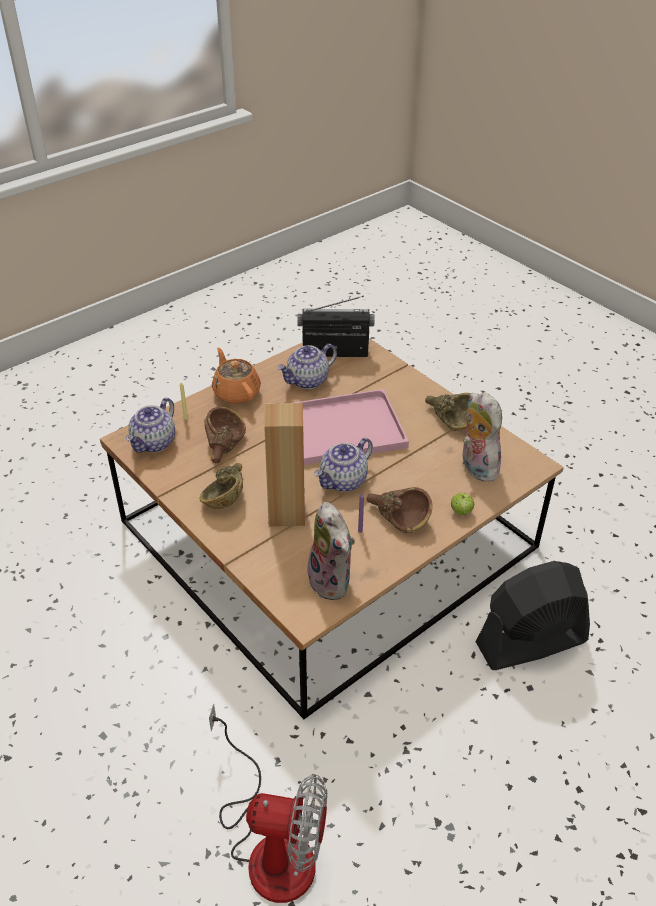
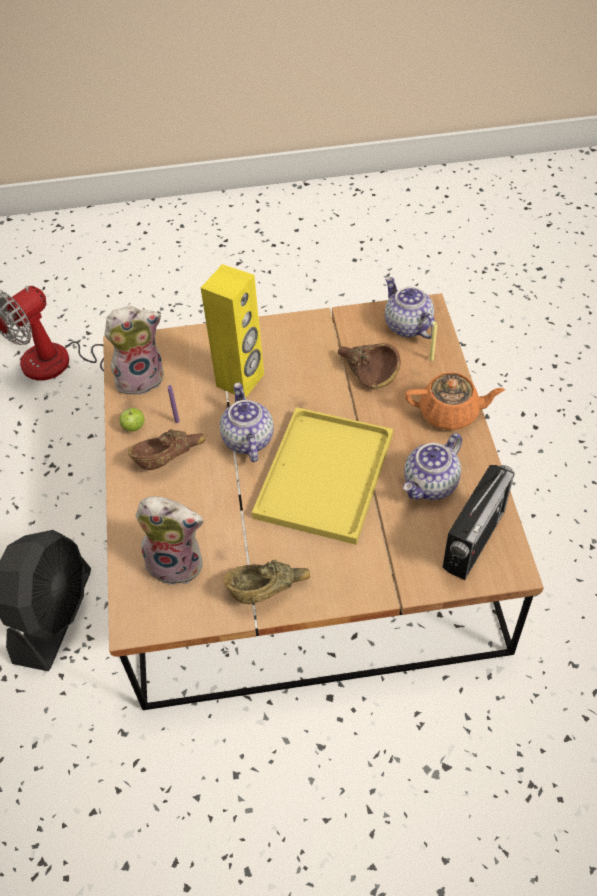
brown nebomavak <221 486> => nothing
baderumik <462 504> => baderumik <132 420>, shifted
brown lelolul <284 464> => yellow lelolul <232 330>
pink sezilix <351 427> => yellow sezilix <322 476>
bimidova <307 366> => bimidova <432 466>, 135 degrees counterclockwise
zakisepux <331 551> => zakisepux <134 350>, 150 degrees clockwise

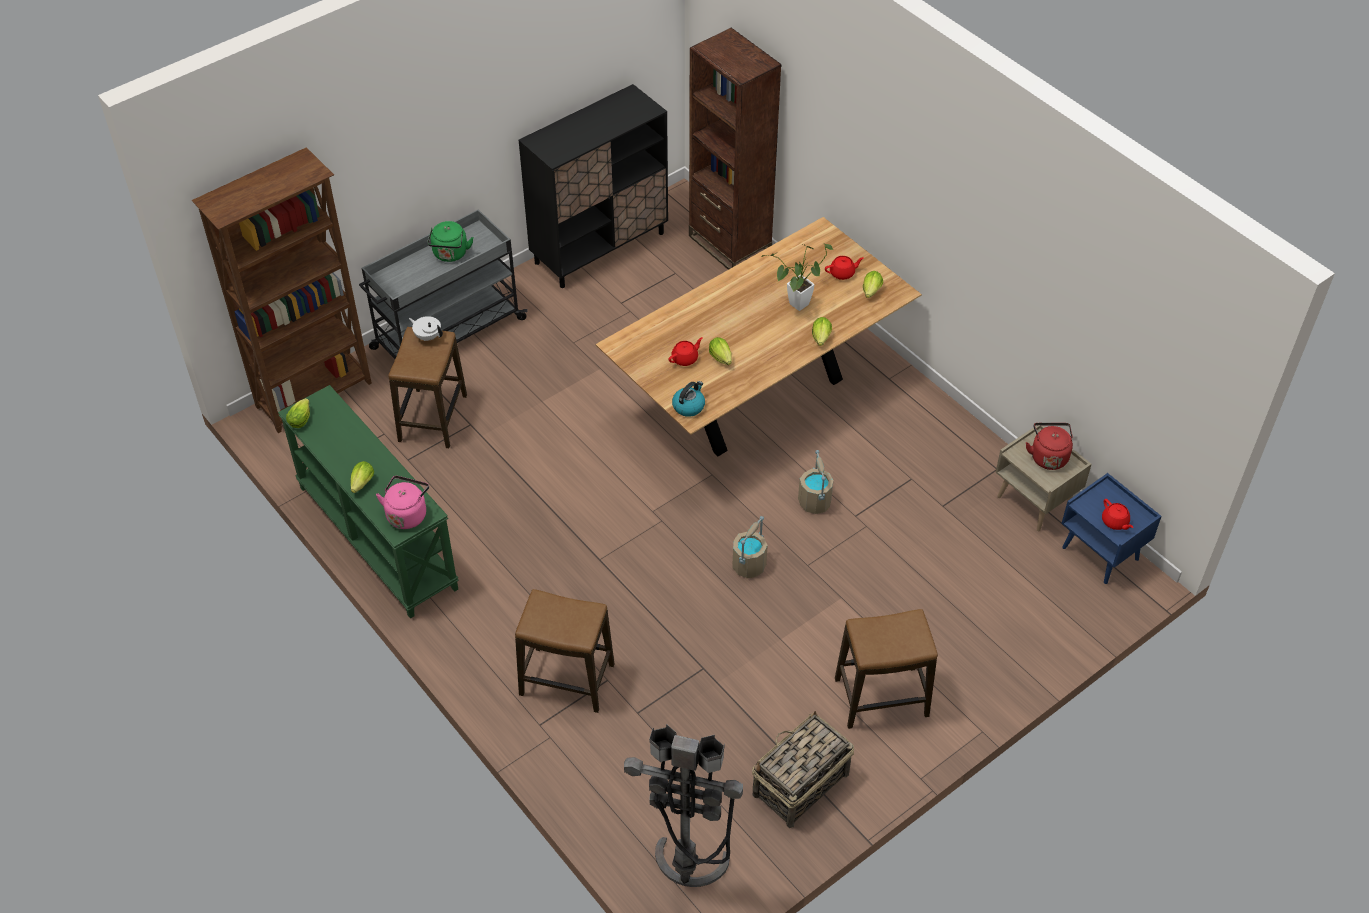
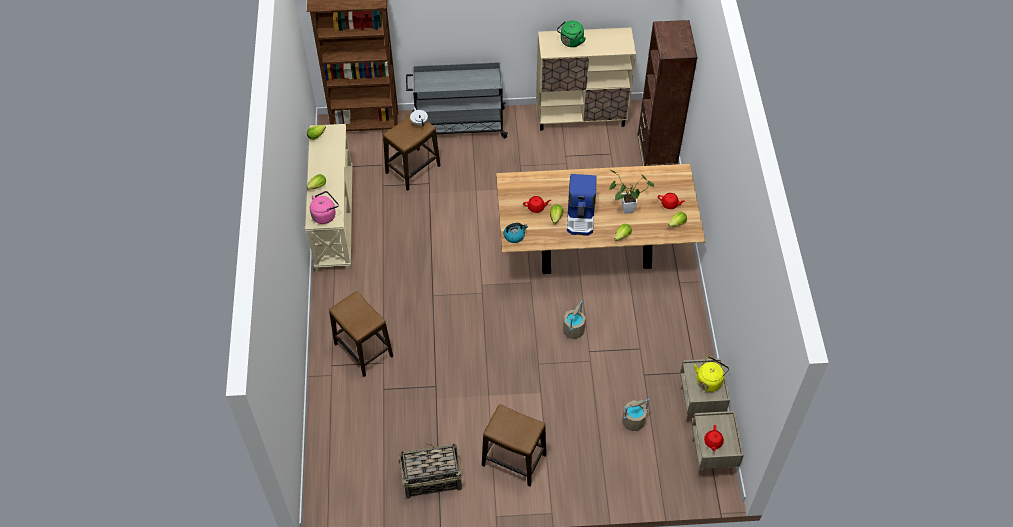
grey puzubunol <683 805> => nothing
nothing => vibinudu <582 205>
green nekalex <450 241> => green nekalex <571 33>, shifted
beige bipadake <750 547> => beige bipadake <636 414>, shifted
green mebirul <368 502> => beige mebirul <329 198>
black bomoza <593 186> => beige bomoza <586 79>
red nekalex <1049 446> => yellow nekalex <711 374>
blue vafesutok <1111 528> => beige vafesutok <718 444>

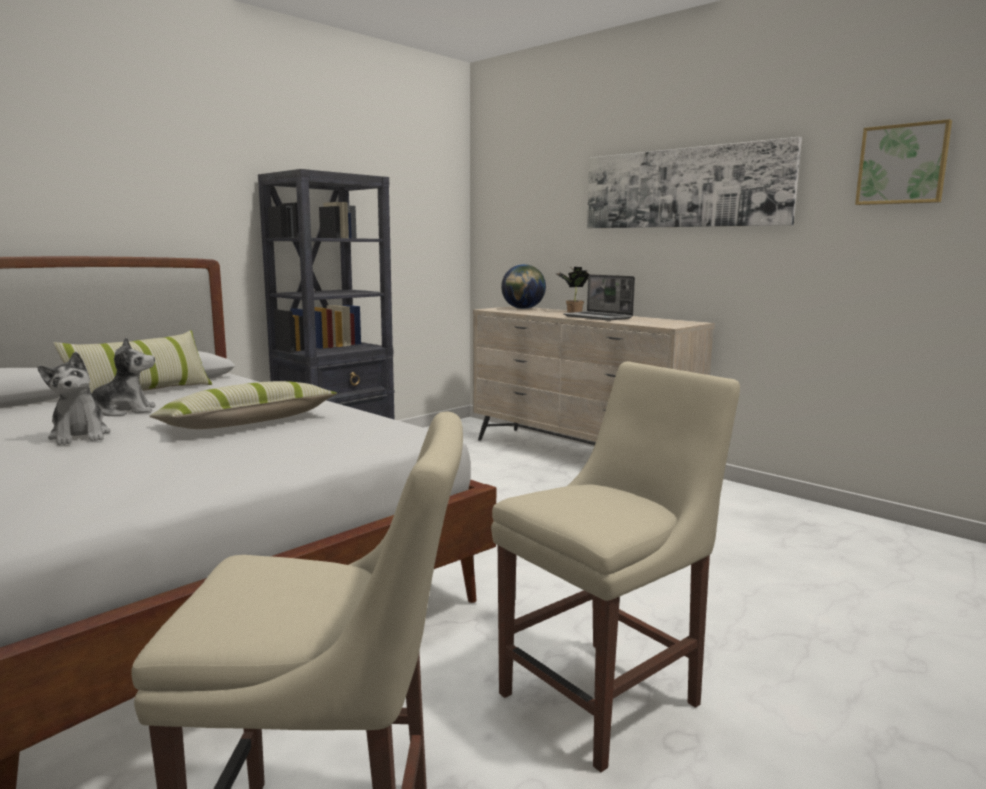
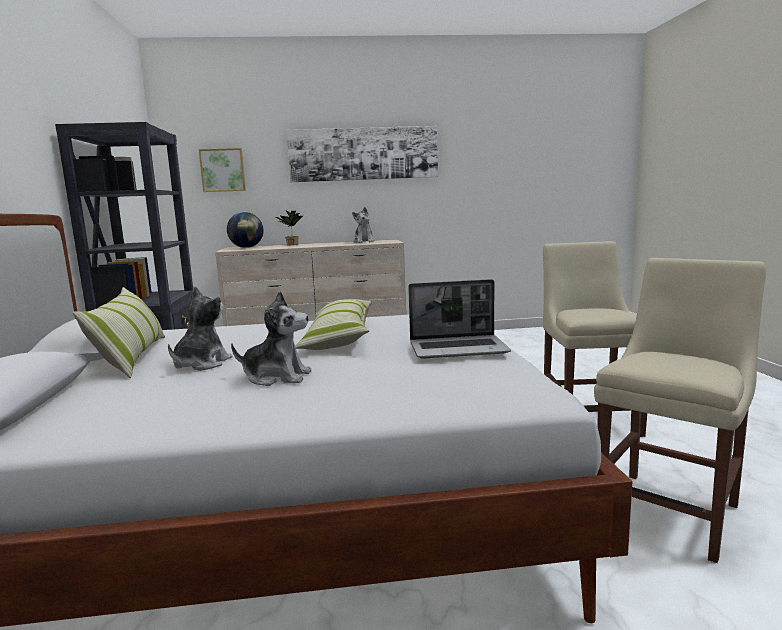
nothing => zakisepux <363 225>
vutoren <599 297> => vutoren <459 319>, shifted
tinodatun <903 162> => tinodatun <222 170>, shifted

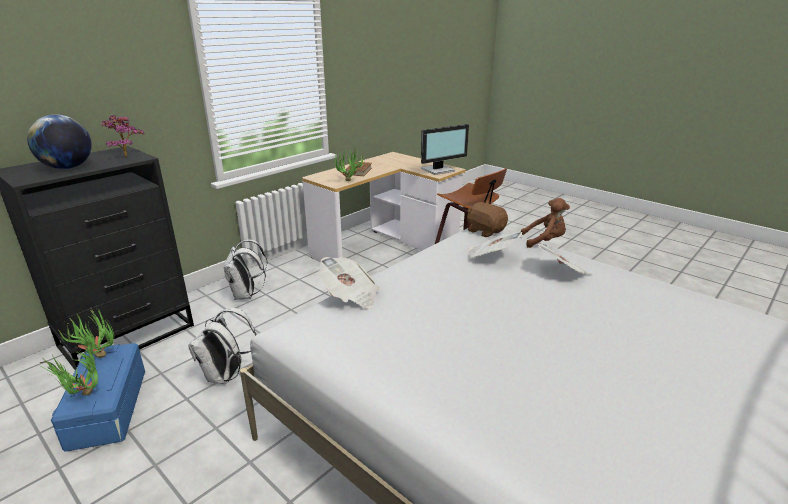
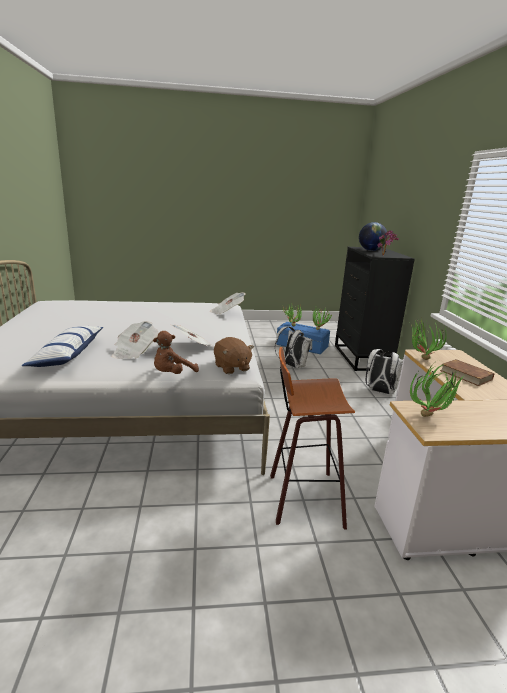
nothing => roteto <62 346>
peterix <445 149> => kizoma <437 388>
brown zakisepux <487 219> => brown zakisepux <234 355>, 60 degrees clockwise

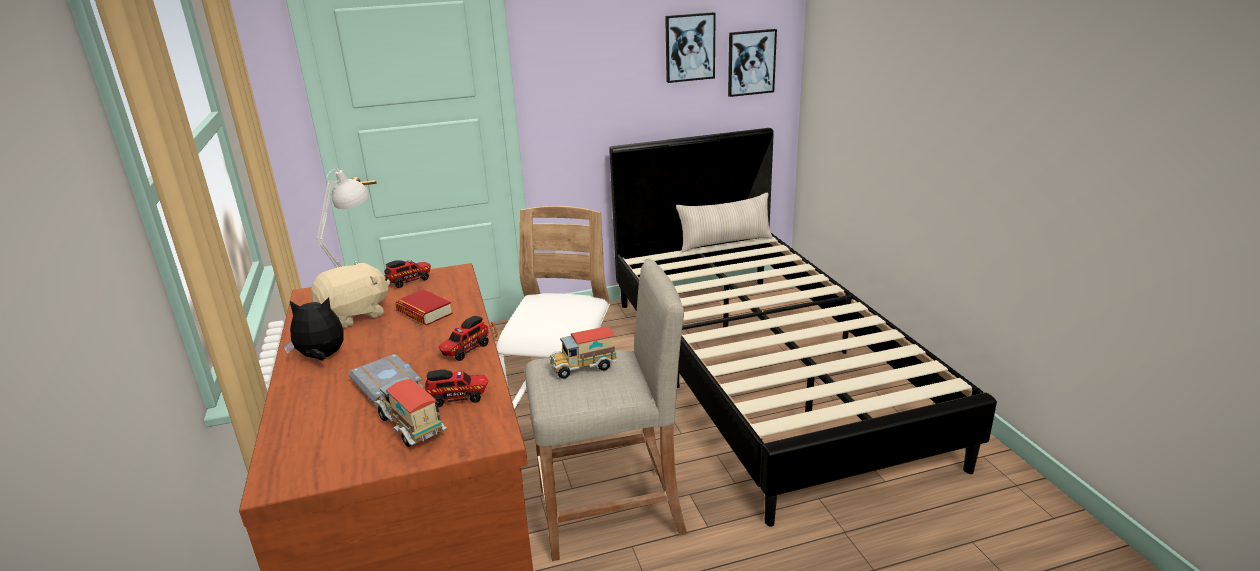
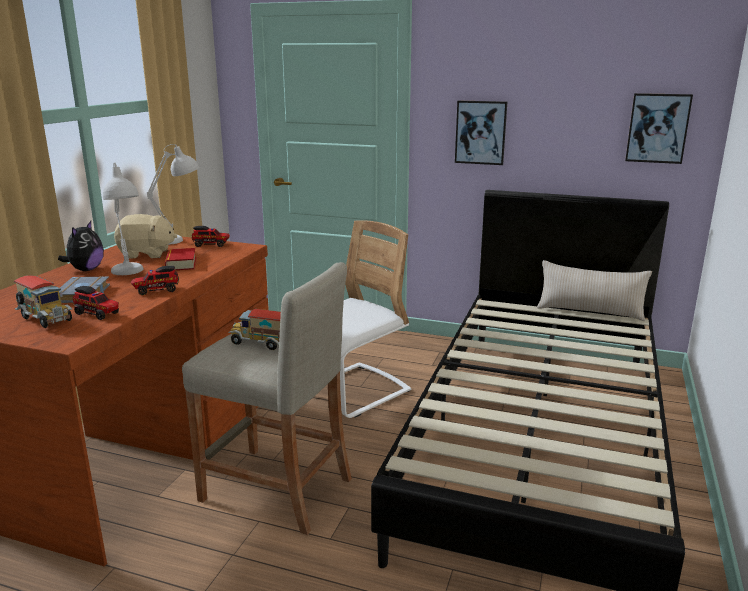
nothing => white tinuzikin <123 218>
tinodatun <690 47> => tinodatun <481 133>, shifted
zakisepux <313 328> => zakisepux <81 246>, 75 degrees clockwise
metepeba <411 411> => metepeba <43 301>, 135 degrees clockwise

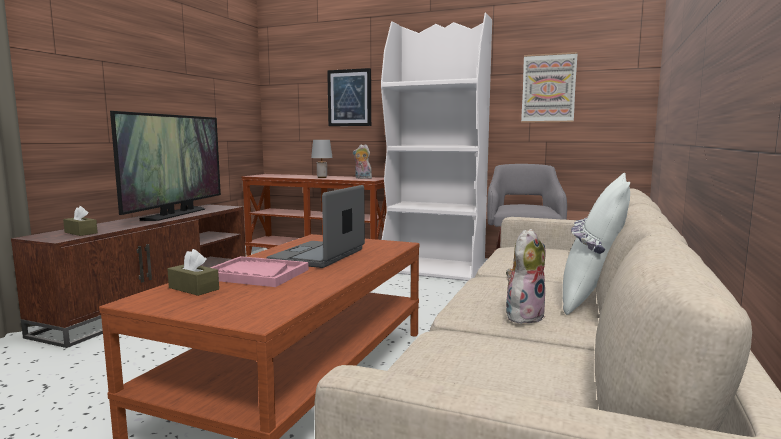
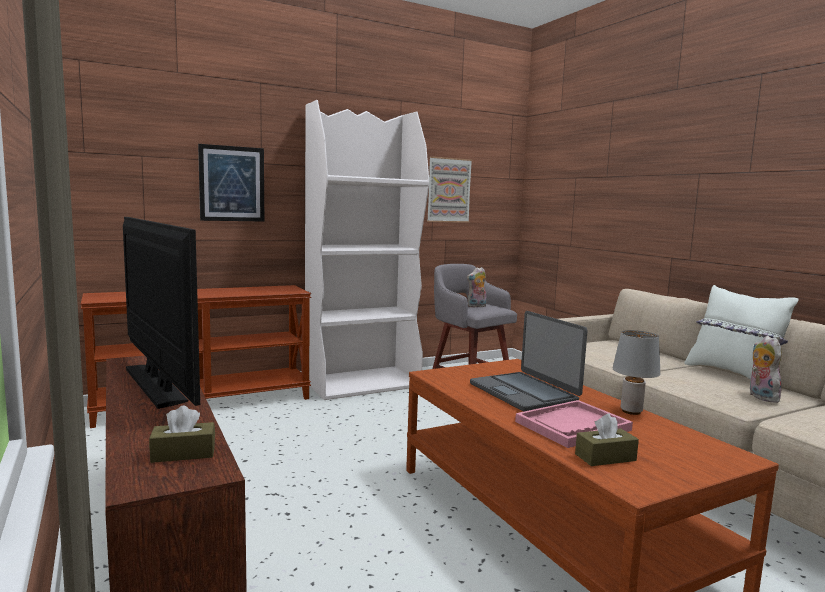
grey tinuzikin <322 159> => grey tinuzikin <636 372>, shifted
zakisepux <362 161> => zakisepux <477 287>, shifted

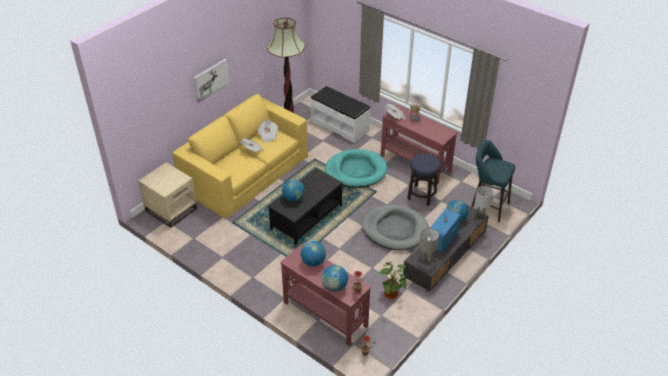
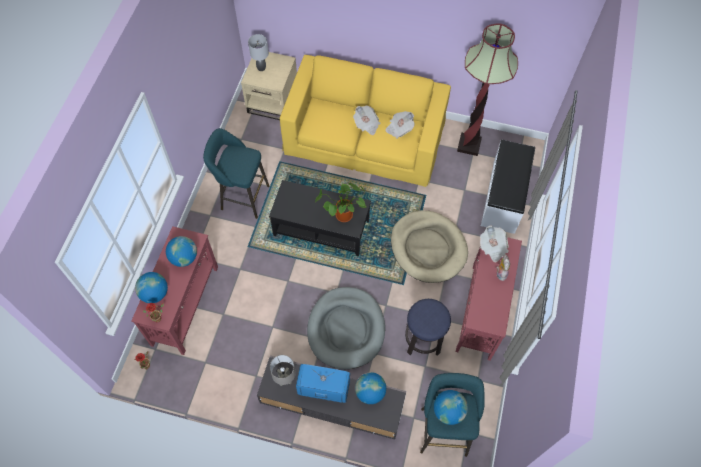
tinodatun <211 81> => nothing
nothing => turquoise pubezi <236 173>
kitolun <293 190> => kitolun <451 407>, shifted
kizoma <392 281> => kizoma <340 202>, shifted
grey tinuzikin <484 202> => grey tinuzikin <258 52>, shifted
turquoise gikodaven <356 168> => beige gikodaven <429 246>

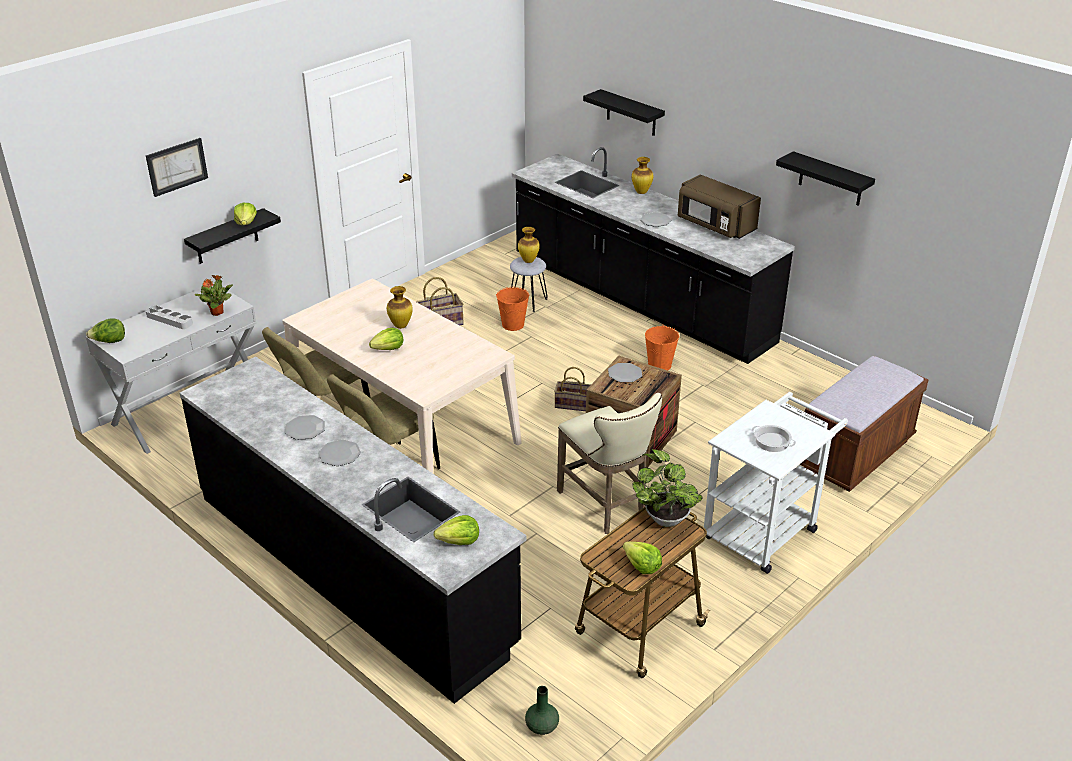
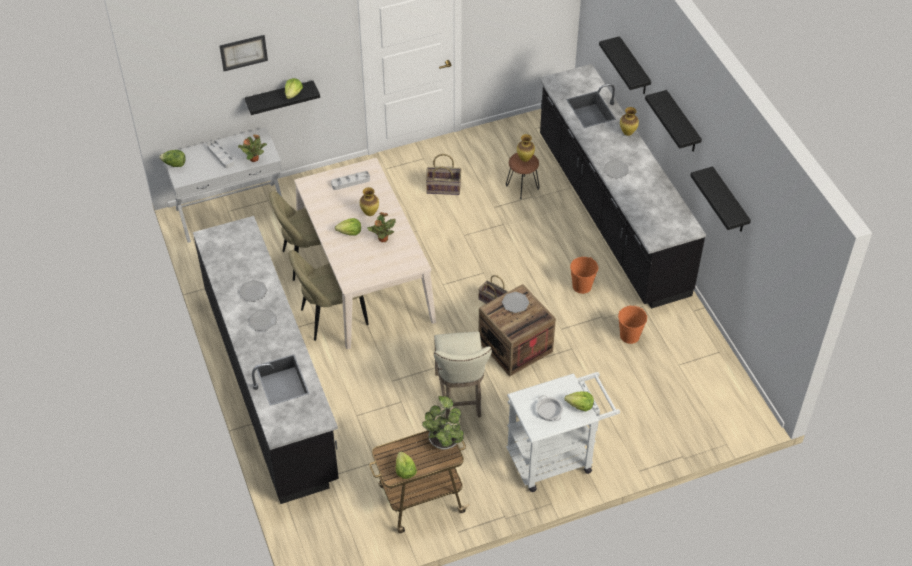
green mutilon <542 710> => nothing
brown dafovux <719 206> => nothing
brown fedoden <864 424> => nothing
nothing => grey sezilix <350 180>
nothing => kizoma <381 227>
nothing => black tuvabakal <673 121>
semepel <456 530> => semepel <579 401>, shifted
orange bipadake <512 309> => orange bipadake <632 324>, shifted
grey pubezi <529 284> => brown pubezi <523 176>

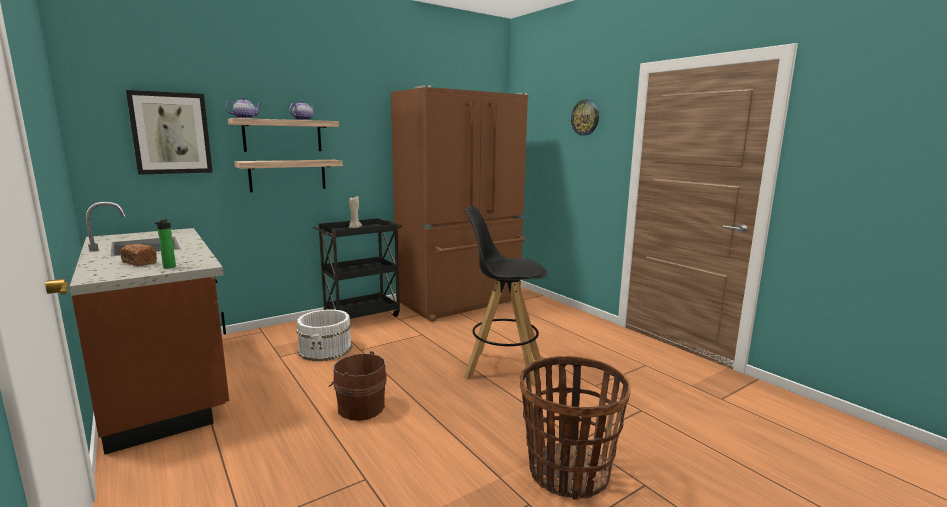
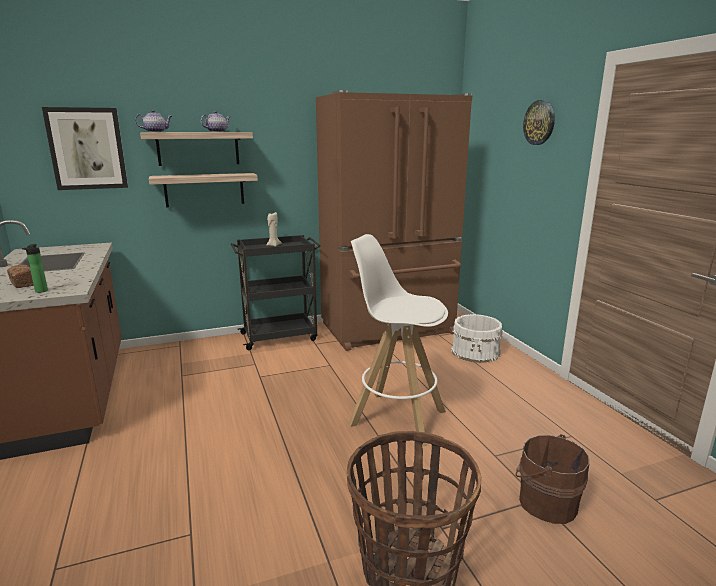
white bipadake <324 335> => white bipadake <477 338>, shifted
brown bipadake <357 386> => brown bipadake <552 479>, shifted
black pubezi <505 296> => white pubezi <398 340>

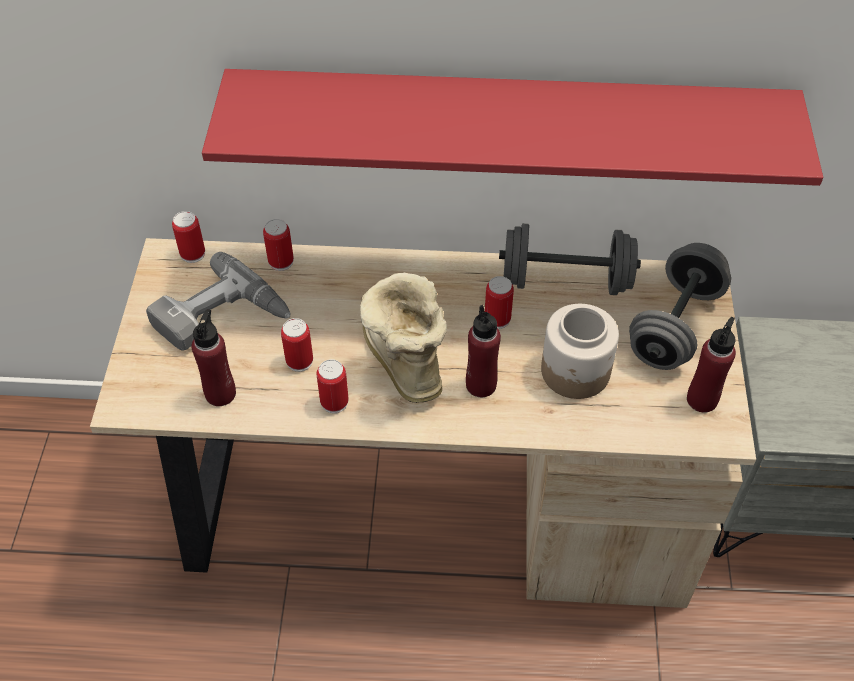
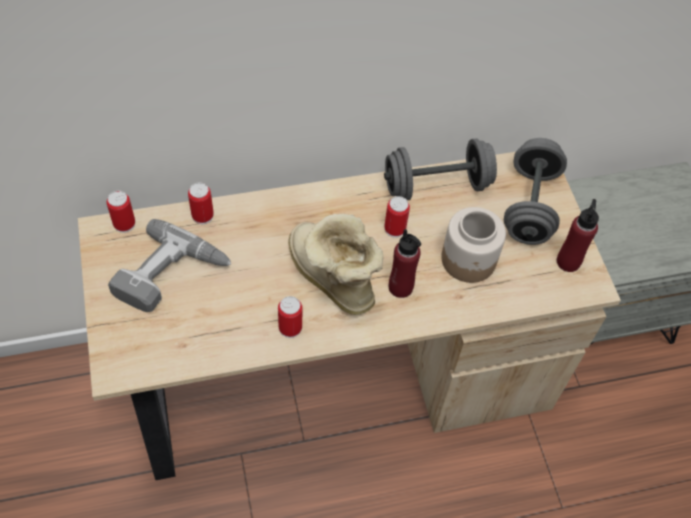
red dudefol <214 357> => nothing
red tuvabakal <512 127> => nothing
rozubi <297 345> => nothing

